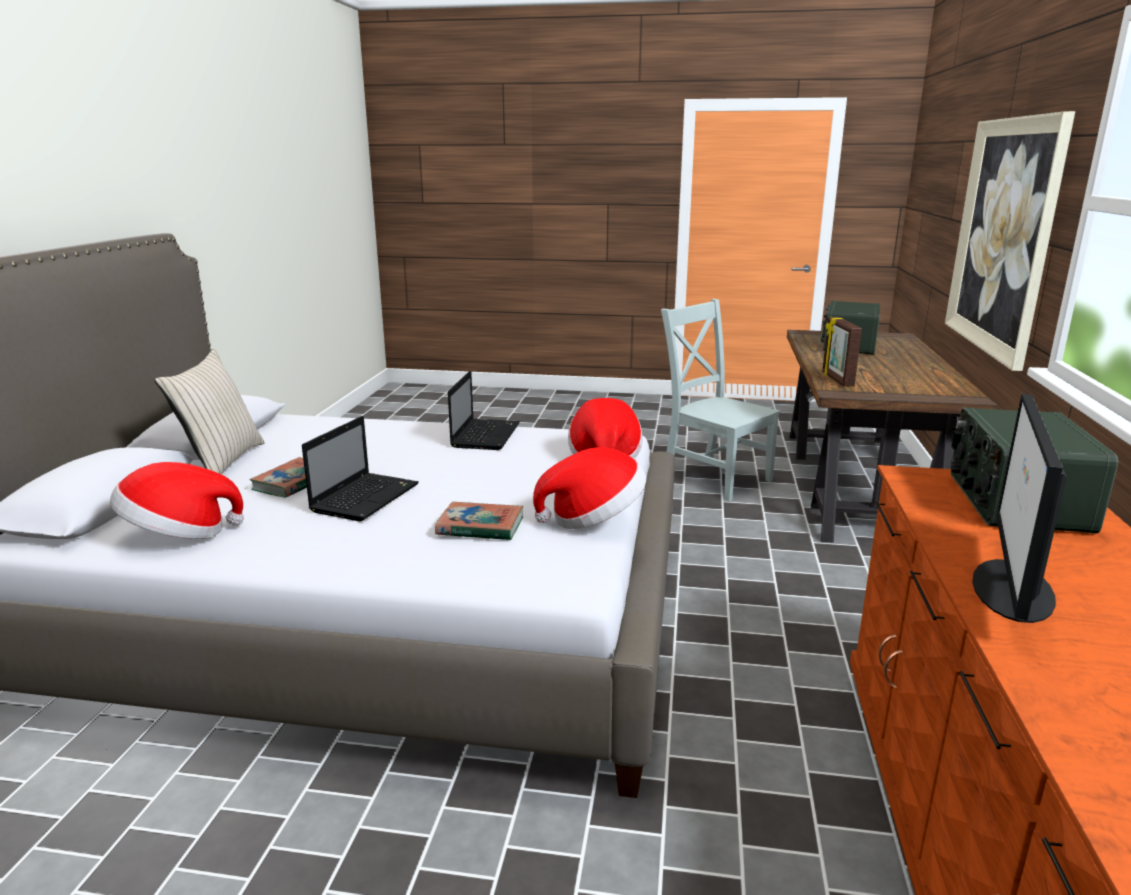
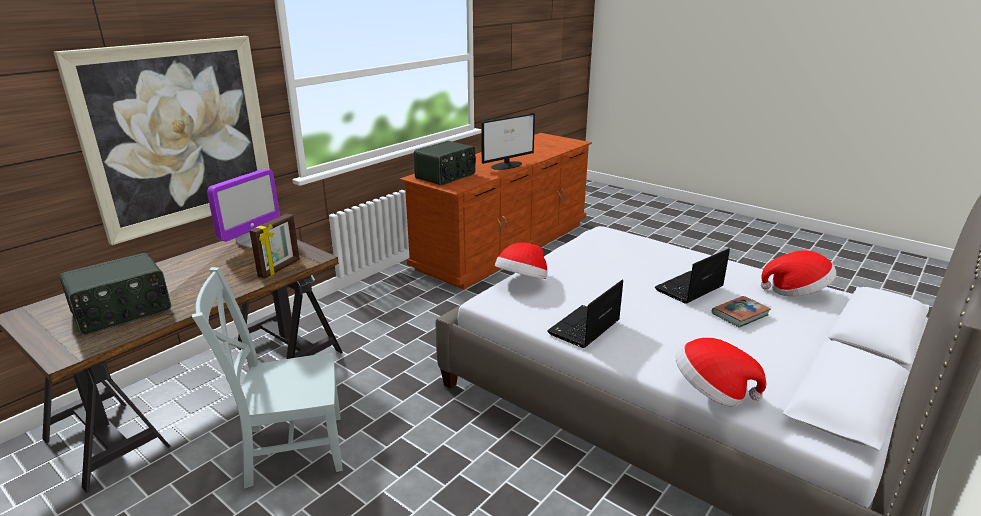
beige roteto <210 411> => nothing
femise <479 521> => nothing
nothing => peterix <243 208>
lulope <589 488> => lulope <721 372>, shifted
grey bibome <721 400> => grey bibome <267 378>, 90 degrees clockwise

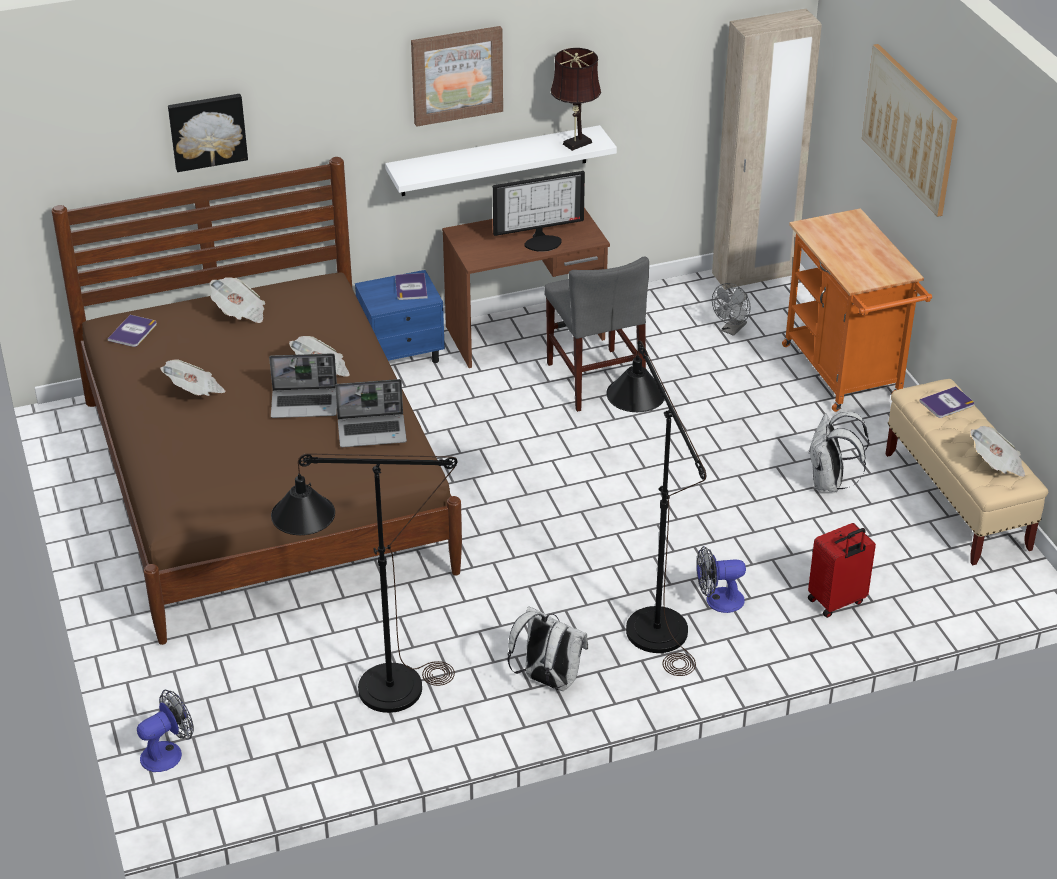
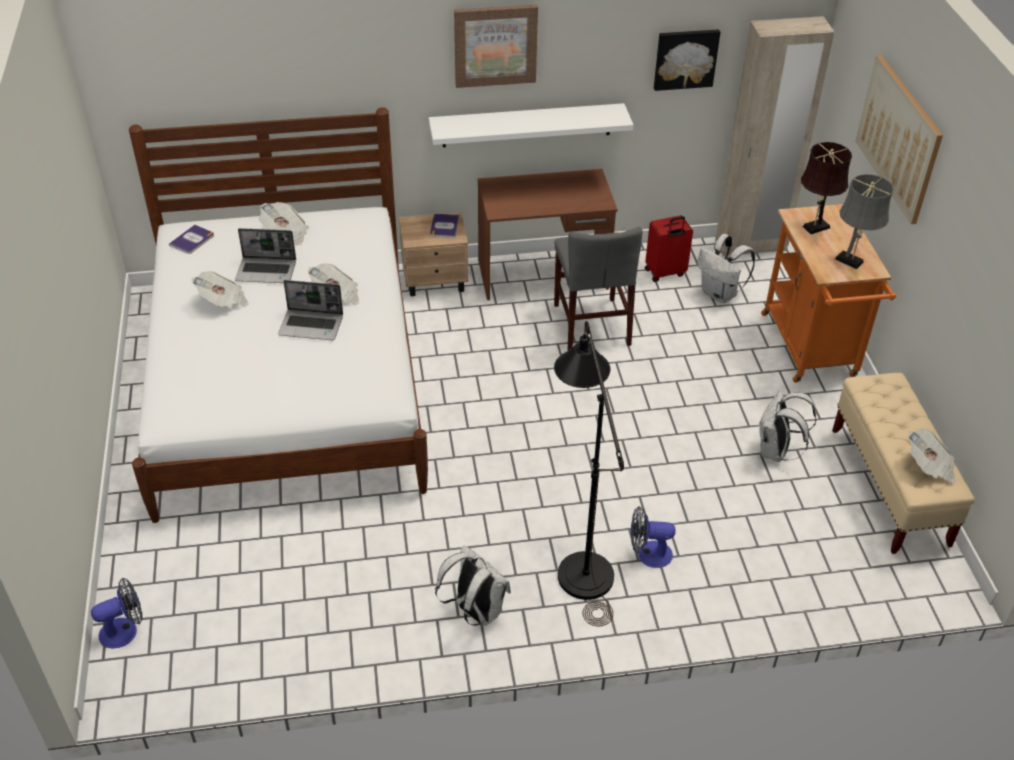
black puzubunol <364 583> => nothing
peterix <539 211> => nothing
femise <946 402> => nothing
nothing => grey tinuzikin <864 221>
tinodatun <208 133> => tinodatun <687 60>, shifted
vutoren <371 413> => vutoren <265 255>, shifted
brown tinuzikin <576 99> => brown tinuzikin <826 188>, shifted
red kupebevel <842 570> => red kupebevel <669 248>, shifted
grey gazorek <731 309> => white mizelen <726 268>
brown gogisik <257 401> => white gogisik <278 315>
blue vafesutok <400 316> => beige vafesutok <433 254>

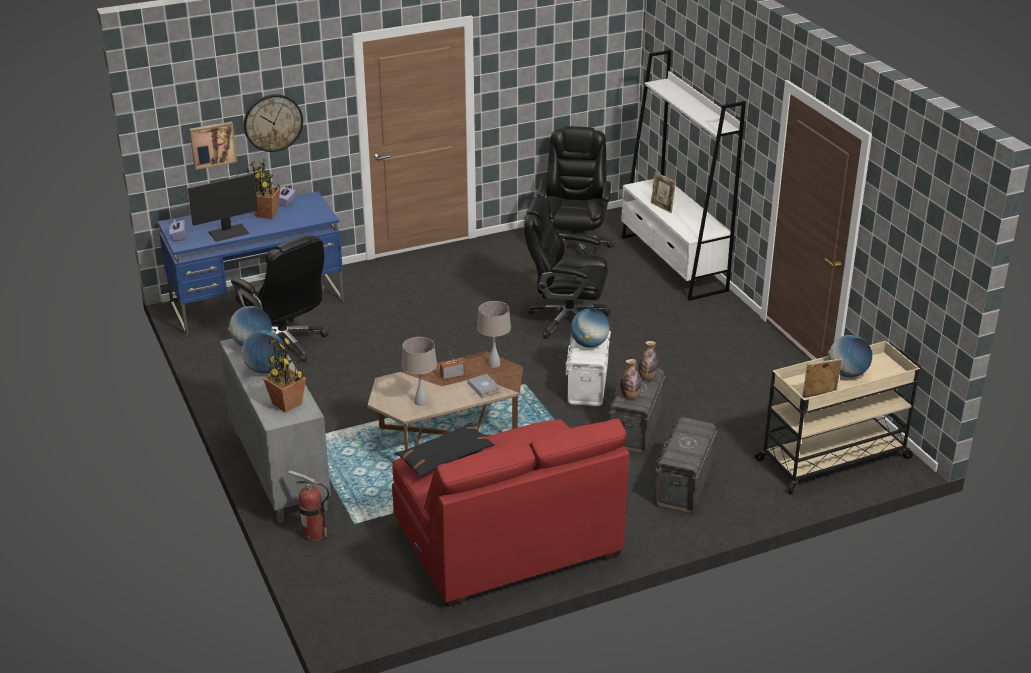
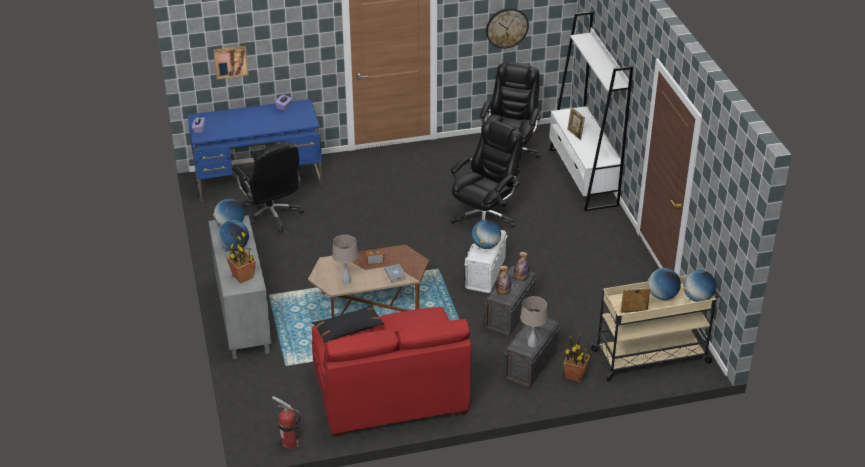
peterix <223 208> => nothing
nothing => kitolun <699 286>
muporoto <273 123> => muporoto <507 28>, shifted
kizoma <264 188> => kizoma <577 357>, shifted
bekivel <309 505> => bekivel <286 422>, shifted
beige tinuzikin <494 334> => beige tinuzikin <534 321>, shifted
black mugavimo <567 268> => black mugavimo <487 174>, 105 degrees clockwise

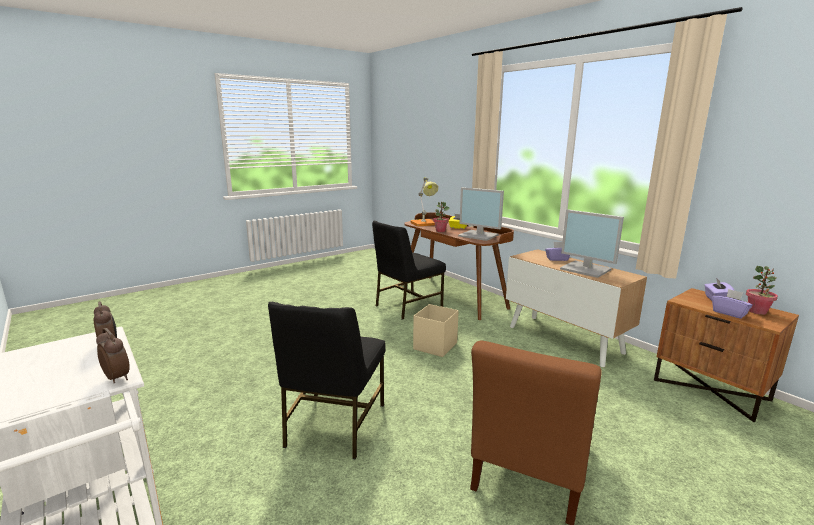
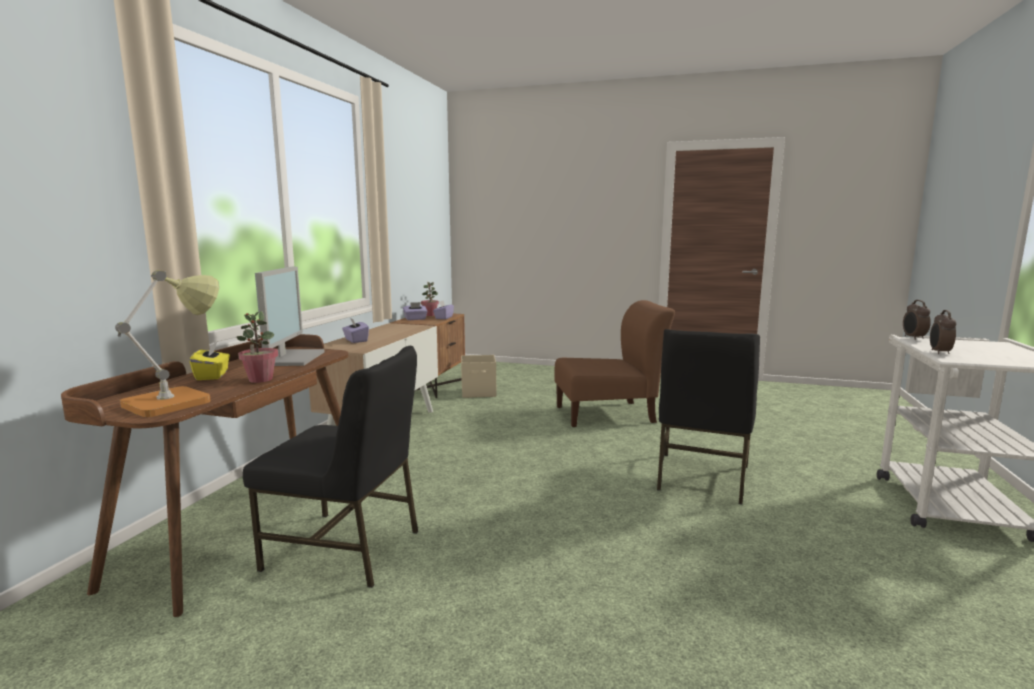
peterix <592 243> => nothing
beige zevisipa <436 330> => beige zevisipa <478 376>, shifted
black bibome <327 381> => black bibome <708 416>, 135 degrees clockwise

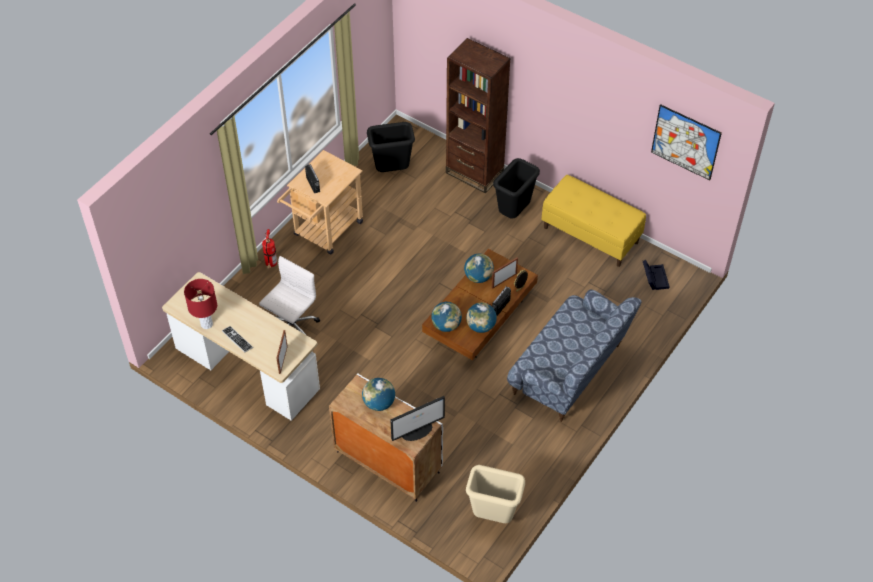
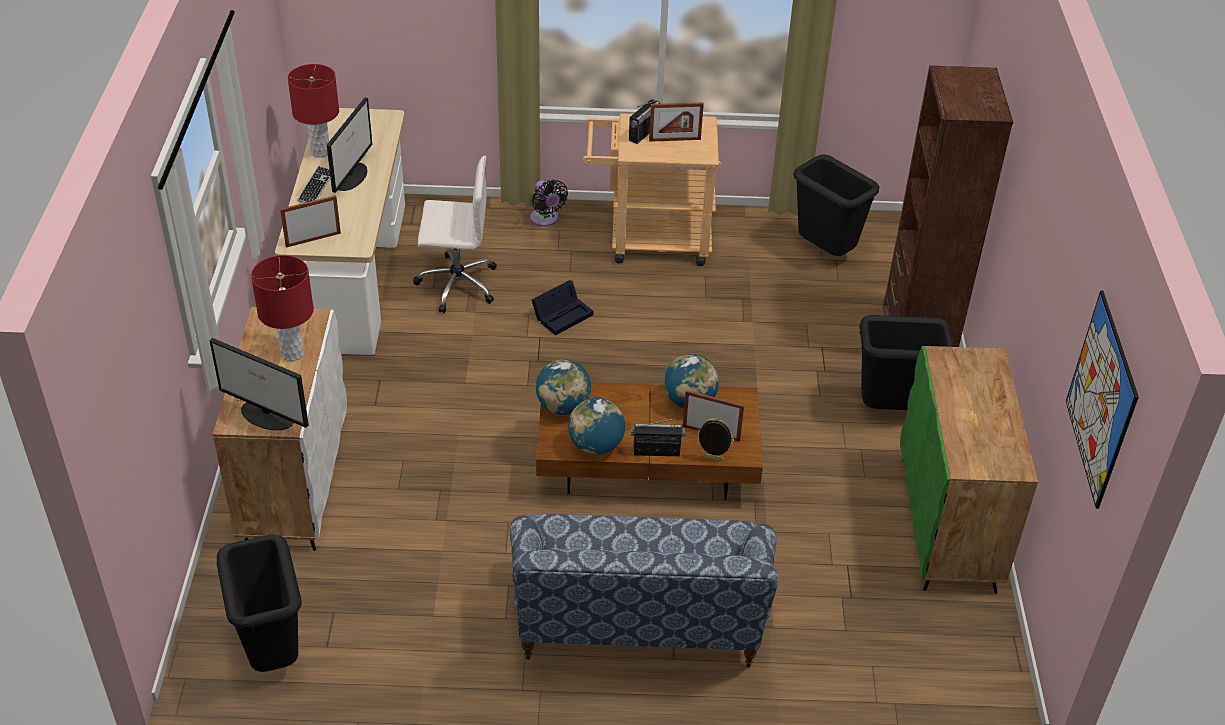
nothing => peterix <349 145>
nothing => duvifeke <676 122>
black zevisipa <656 275> => black zevisipa <562 307>, shifted
bekivel <269 249> => black gazorek <549 203>
kitolun <378 394> => red tinuzikin <282 308>
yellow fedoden <594 221> => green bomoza <969 469>
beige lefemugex <495 494> => black lefemugex <259 603>

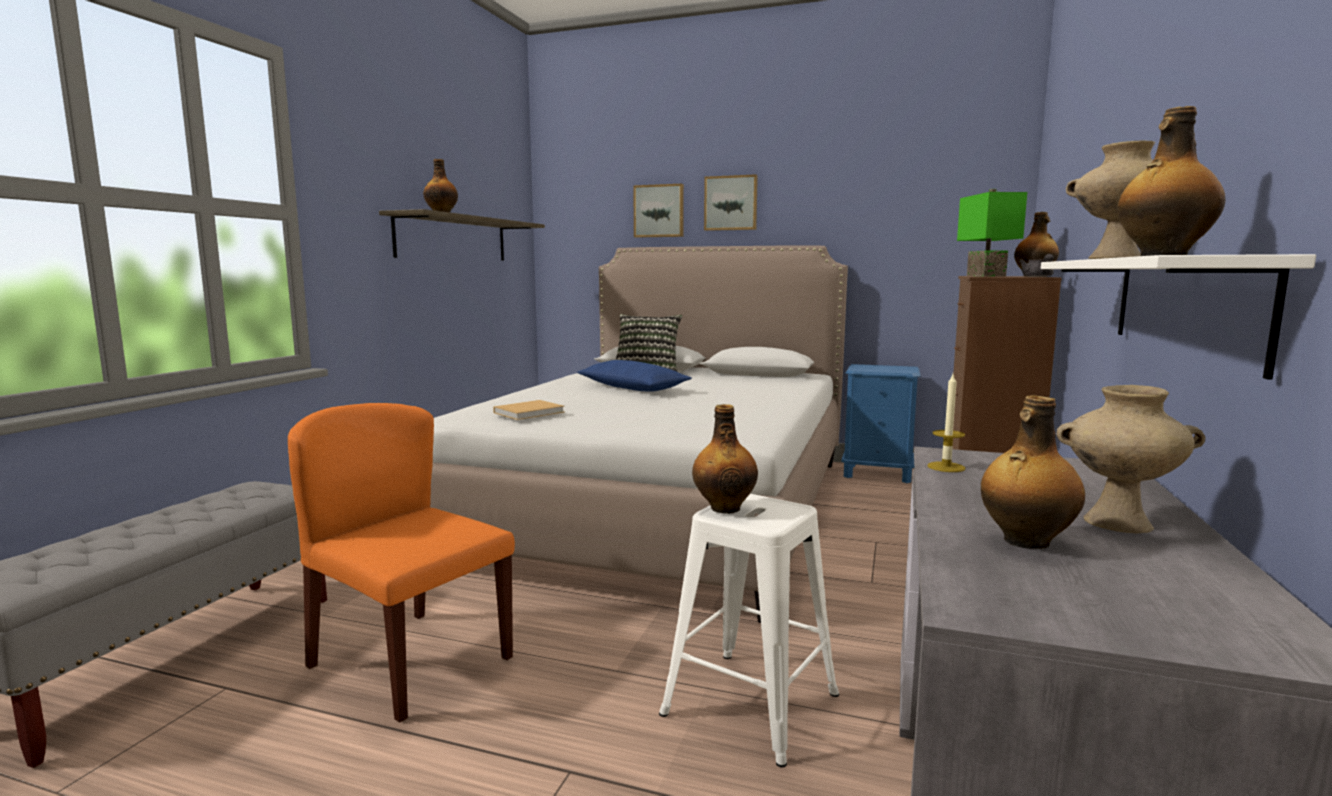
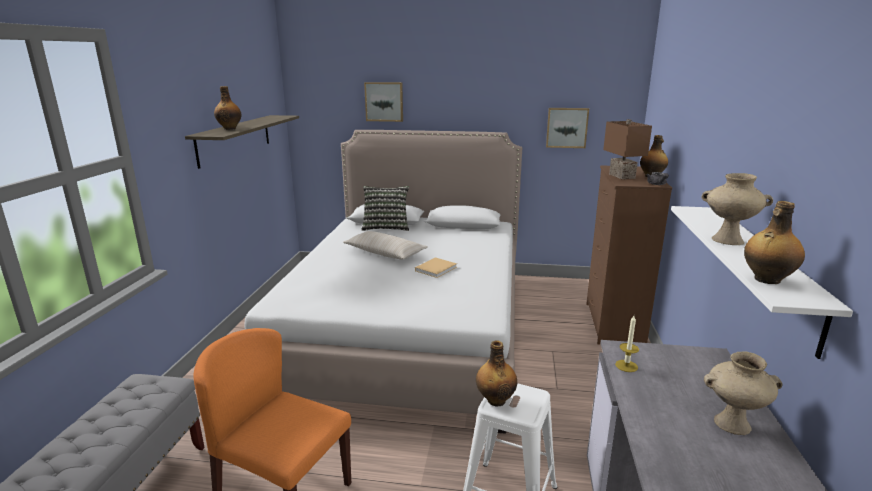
blue vafesutok <880 423> => nothing
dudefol <1033 472> => nothing
beige femise <528 410> => beige femise <436 267>, shifted
tinodatun <731 202> => tinodatun <567 128>, shifted
blue roteto <634 376> => beige roteto <385 245>
green tinuzikin <992 233> => brown tinuzikin <627 149>

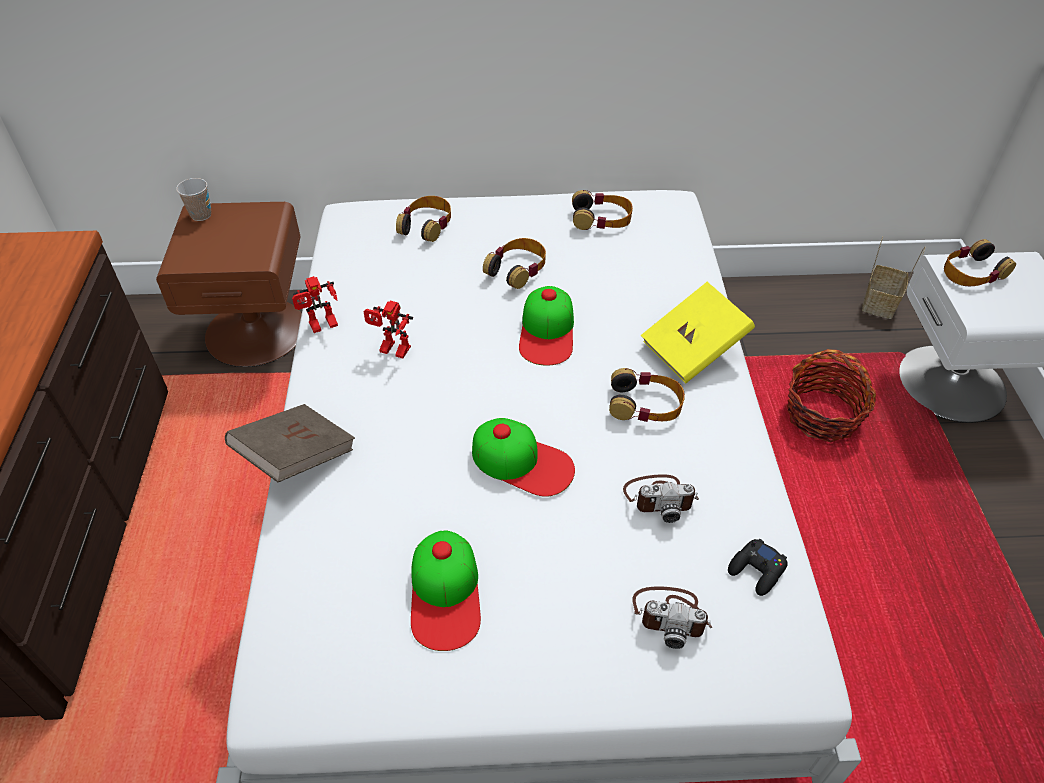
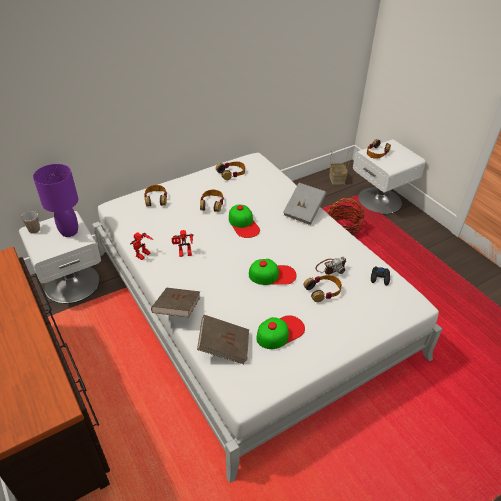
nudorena <672 618> => nothing
nothing => purple tinuzikin <55 200>
nothing => brown femise <223 339>
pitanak <647 395> => pitanak <322 288>, shifted
brown vafesutok <229 284> => white vafesutok <60 257>
yellow femise <698 332> => grey femise <304 204>
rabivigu <446 590> => rabivigu <280 332>, 90 degrees counterclockwise

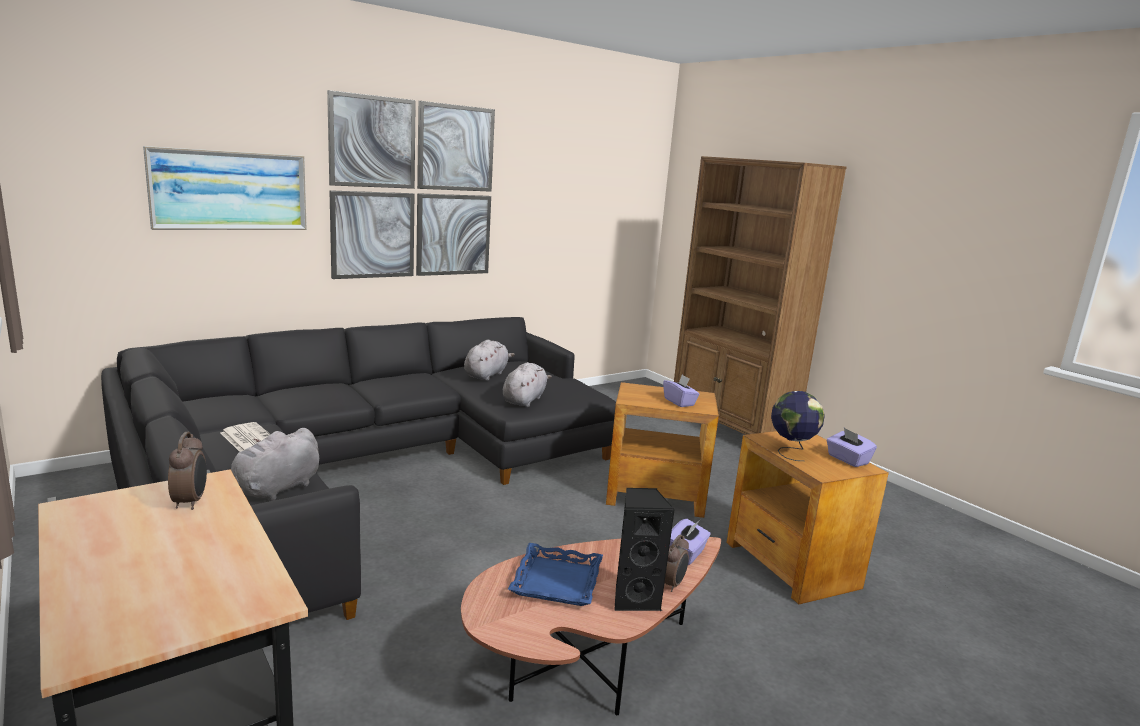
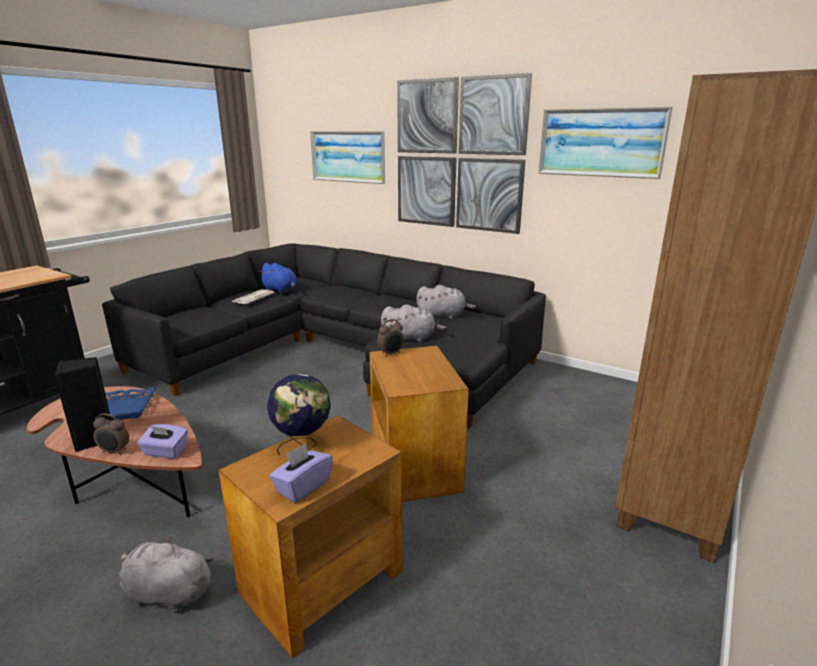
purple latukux <681 391> => nothing
nothing => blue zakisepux <278 278>
nothing => tinodatun <605 143>
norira <187 471> => norira <390 338>, shifted
grey zakisepux <275 464> => grey zakisepux <166 574>, shifted

